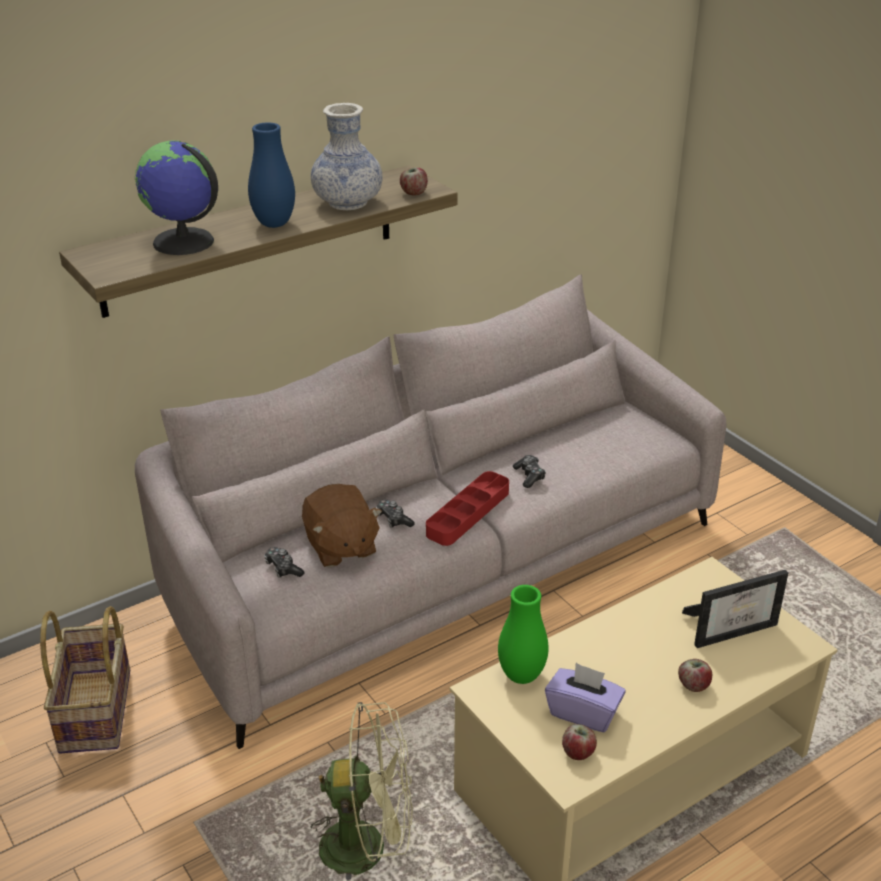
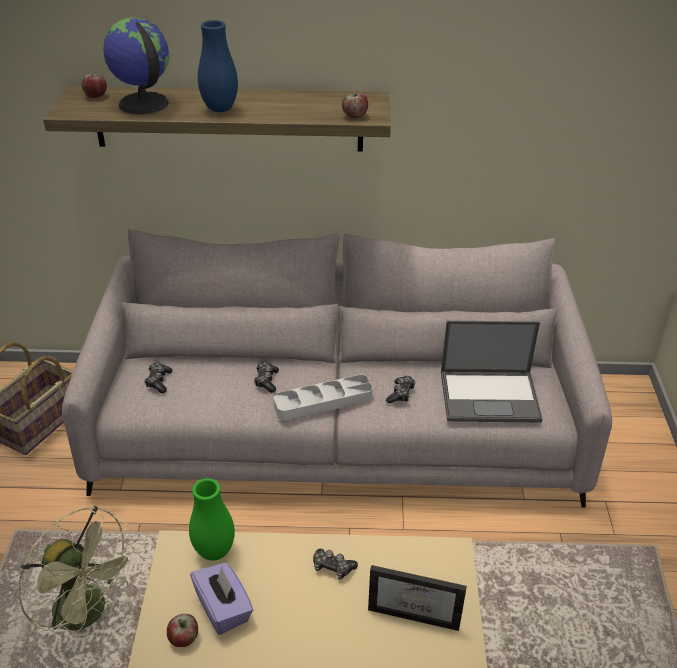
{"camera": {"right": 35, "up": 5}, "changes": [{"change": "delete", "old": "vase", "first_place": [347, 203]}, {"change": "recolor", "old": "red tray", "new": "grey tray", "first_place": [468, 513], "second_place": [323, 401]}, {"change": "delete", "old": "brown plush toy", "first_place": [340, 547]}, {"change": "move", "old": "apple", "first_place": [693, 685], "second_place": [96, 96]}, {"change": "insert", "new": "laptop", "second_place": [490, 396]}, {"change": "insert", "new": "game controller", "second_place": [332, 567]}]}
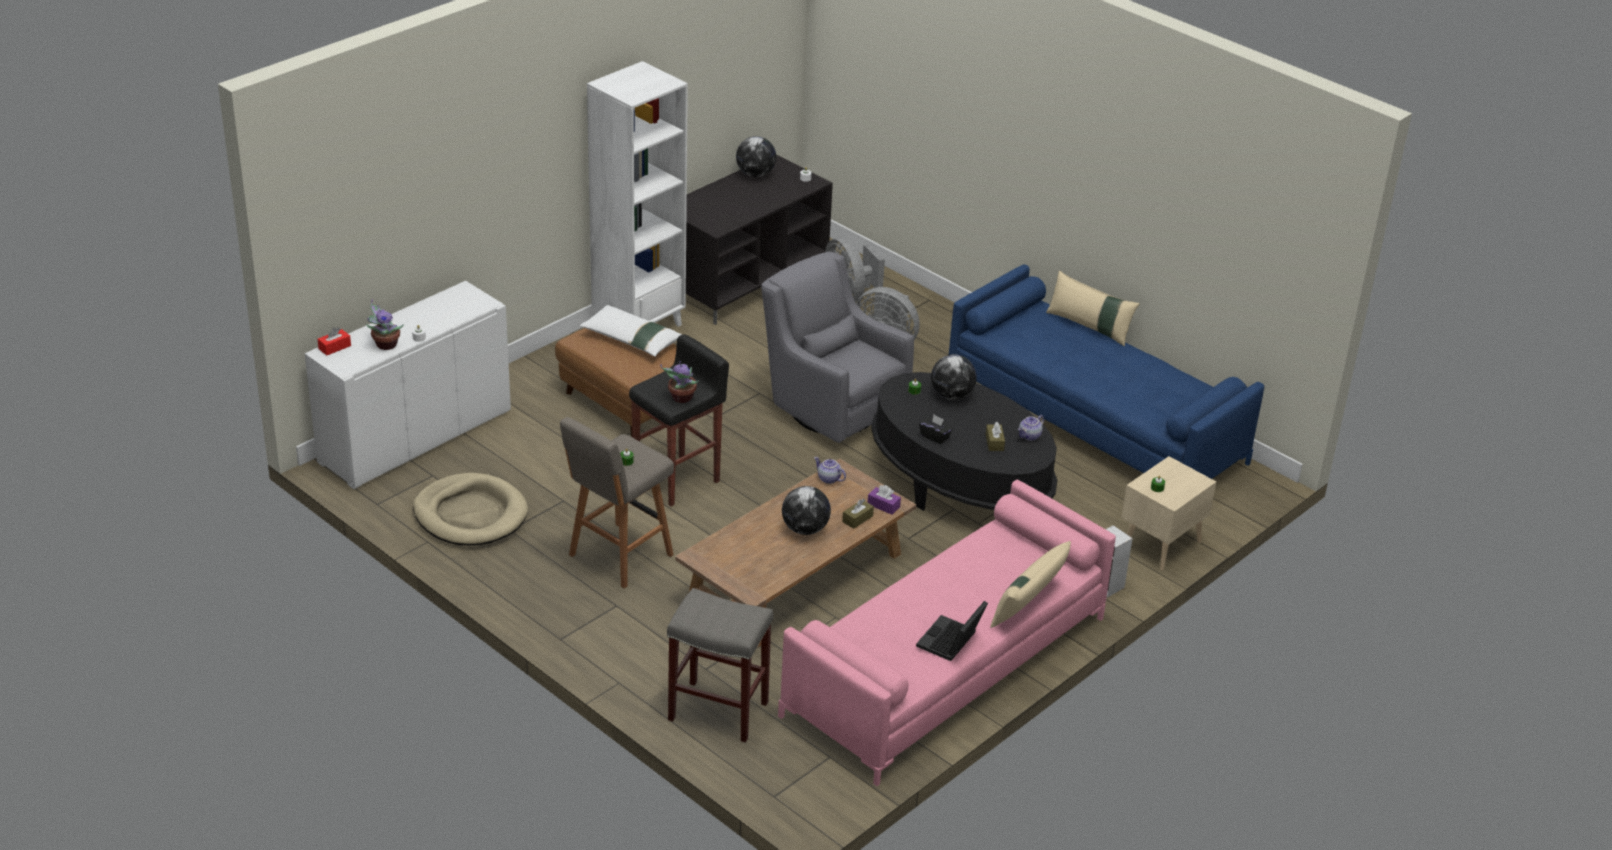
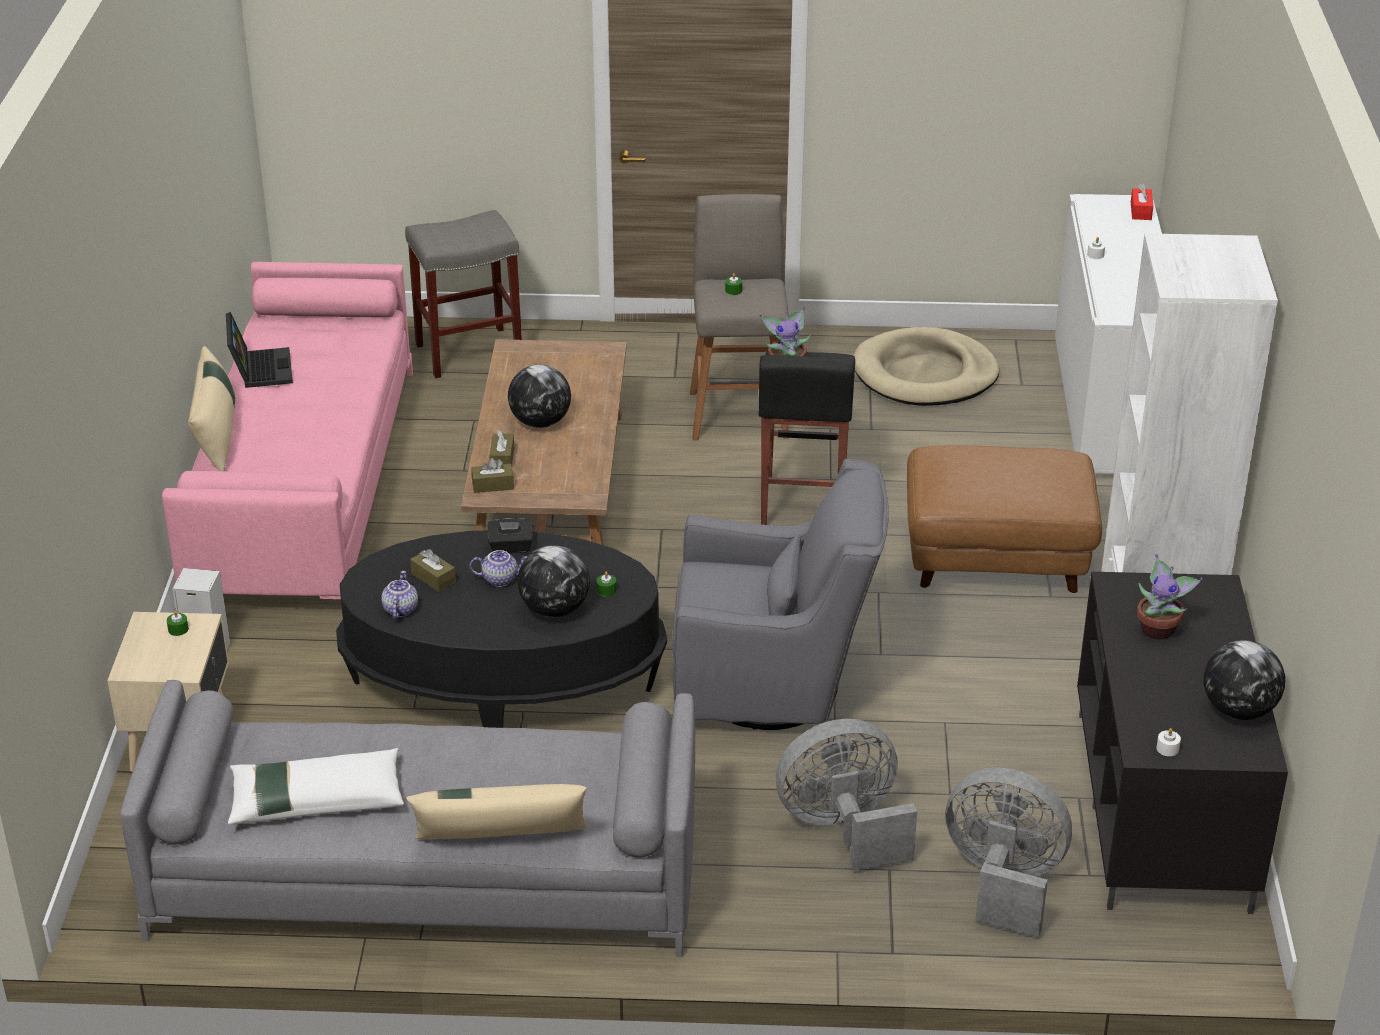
{"camera": {"right": 140, "up": 0}, "changes": [{"change": "recolor", "old": "blue sofa", "new": "grey sofa", "first_place": [1094, 421], "second_place": [425, 876]}, {"change": "move", "old": "potted plant", "first_place": [385, 345], "second_place": [1159, 629]}, {"change": "move", "old": "white pillow", "first_place": [631, 339], "second_place": [316, 799]}, {"change": "move", "old": "teapot", "first_place": [828, 479], "second_place": [500, 579]}, {"change": "recolor", "old": "purple tissue box", "new": "brown tissue box", "first_place": [883, 505], "second_place": [493, 485]}]}
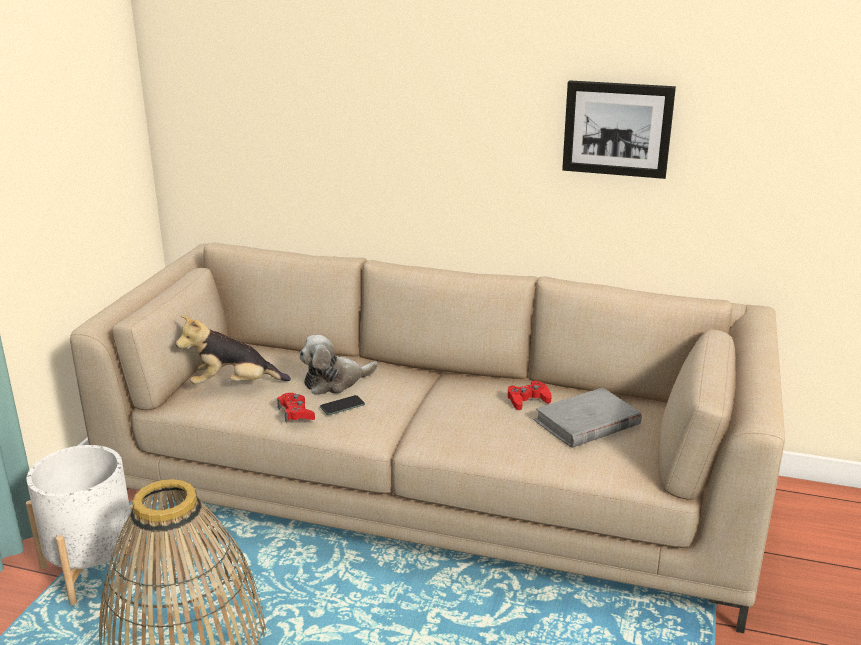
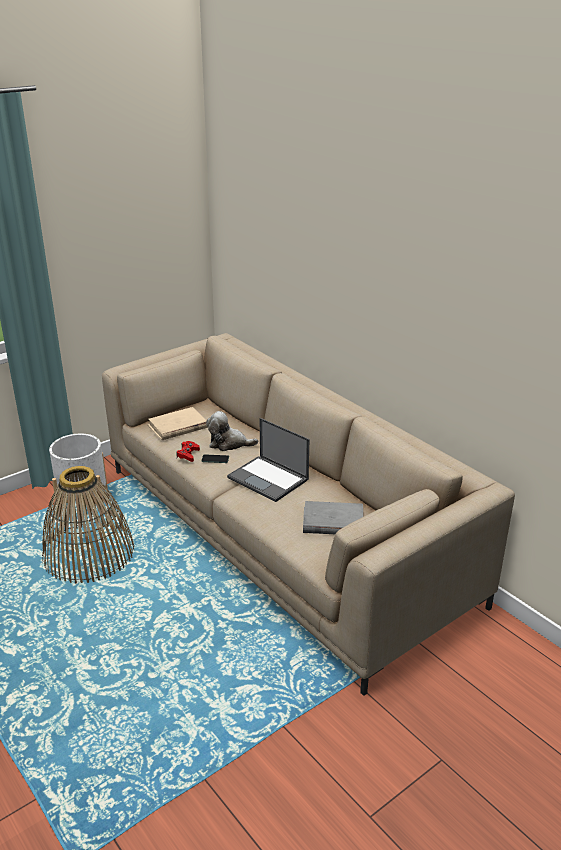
{"camera": {"right": 35, "up": 5}, "changes": [{"change": "delete", "old": "picture", "first_place": [617, 128]}, {"change": "replace", "old": "plush toy", "new": "beige book", "first_place": [233, 385], "second_place": [177, 427]}, {"change": "delete", "old": "red game controller", "first_place": [527, 400]}, {"change": "insert", "new": "laptop", "second_place": [269, 479]}]}
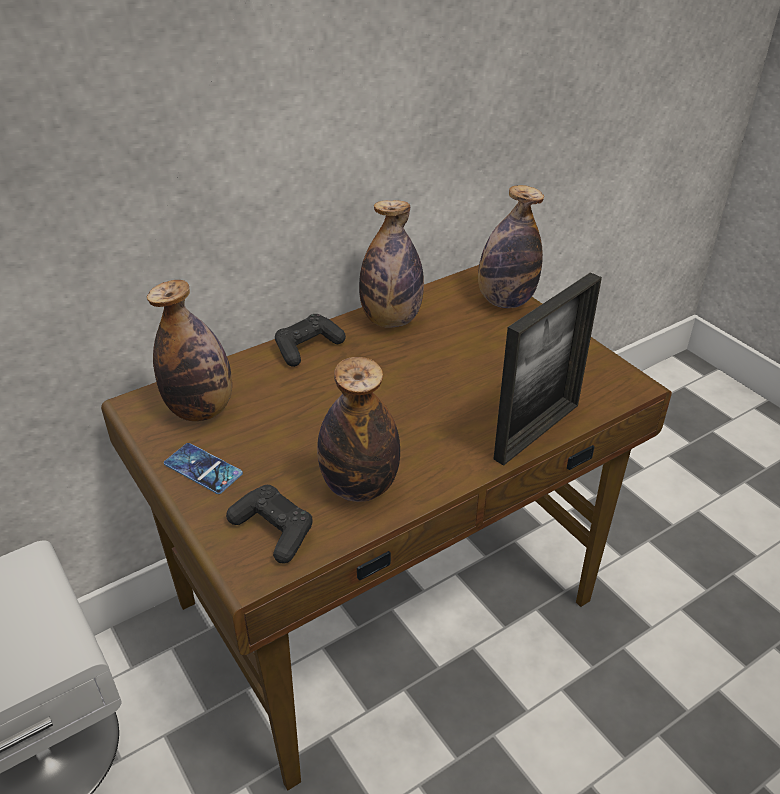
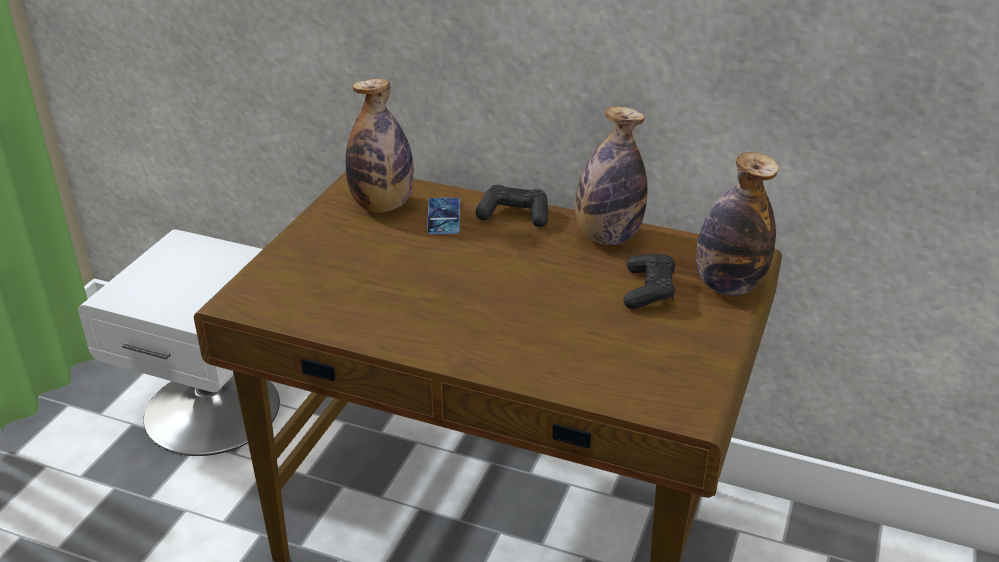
{"camera": {"right": 55, "up": -5}, "changes": [{"change": "delete", "old": "picture frame", "first_place": [537, 431]}, {"change": "delete", "old": "bottle", "first_place": [360, 486]}, {"change": "move", "old": "phone", "first_place": [203, 469], "second_place": [443, 216]}, {"change": "move", "old": "black game controller", "first_place": [273, 530], "second_place": [648, 290]}]}
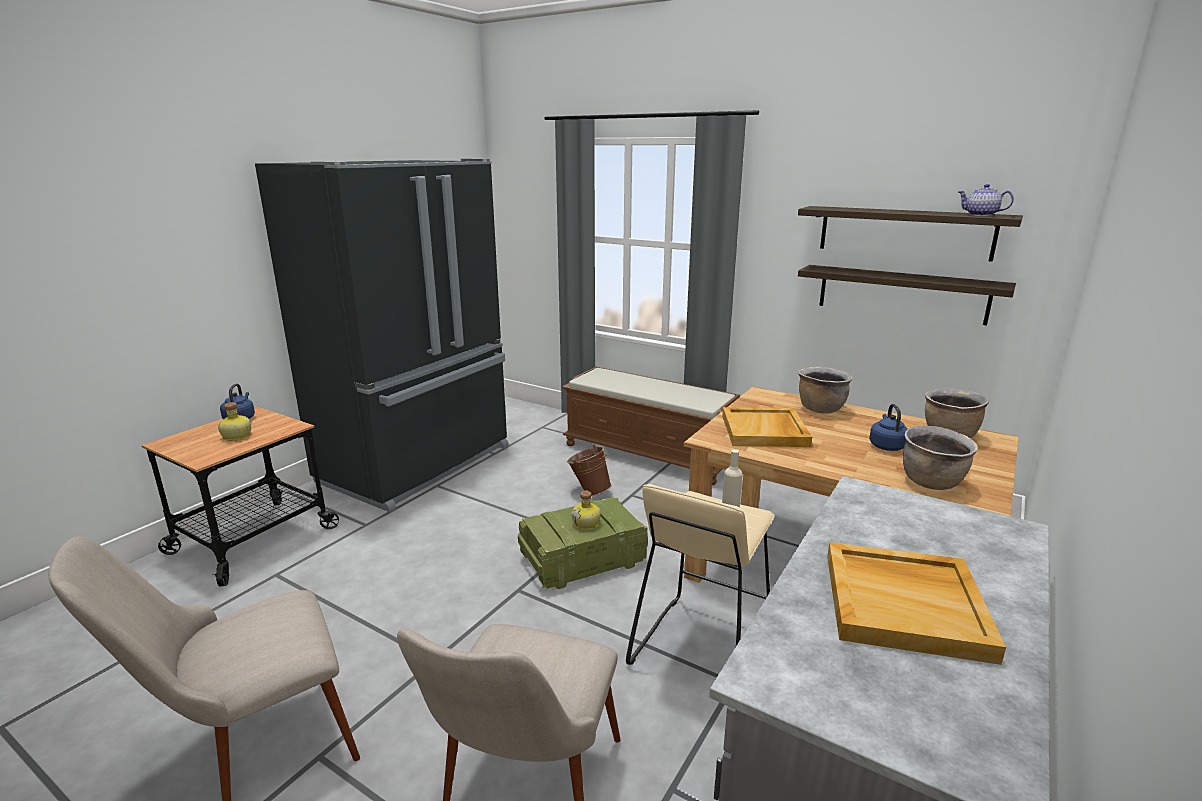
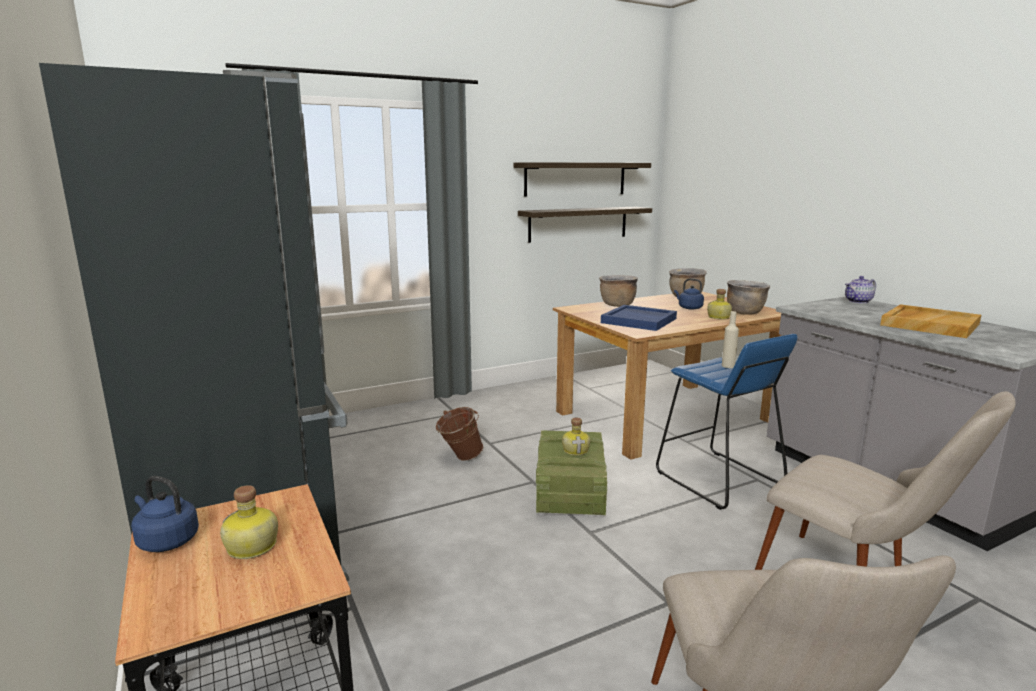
{"camera": {"right": -60, "up": -5}, "changes": [{"change": "move", "old": "teapot", "first_place": [980, 215], "second_place": [858, 301]}, {"change": "delete", "old": "brown bench", "first_place": [649, 454]}, {"change": "recolor", "old": "beige tray", "new": "blue tray", "first_place": [765, 431], "second_place": [639, 320]}, {"change": "recolor", "old": "beige stool", "new": "blue stool", "first_place": [700, 649], "second_place": [718, 479]}, {"change": "insert", "new": "bottle", "second_place": [718, 317]}]}
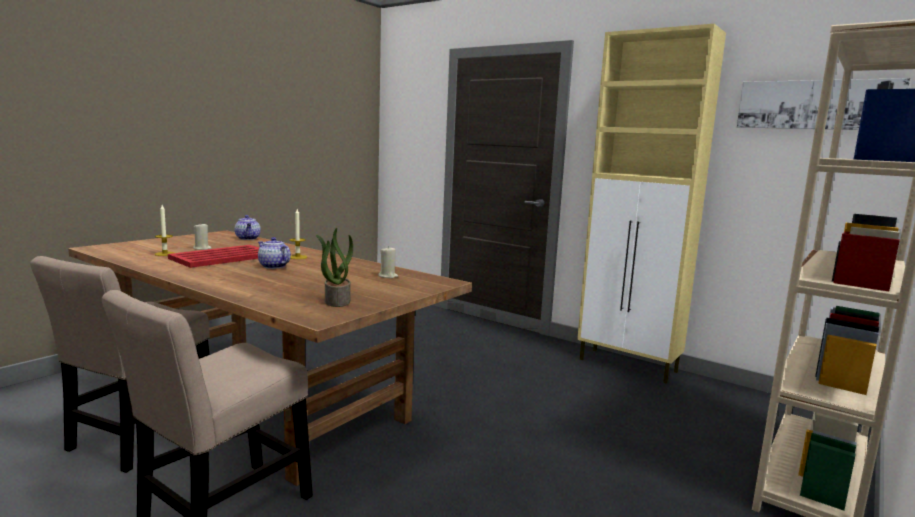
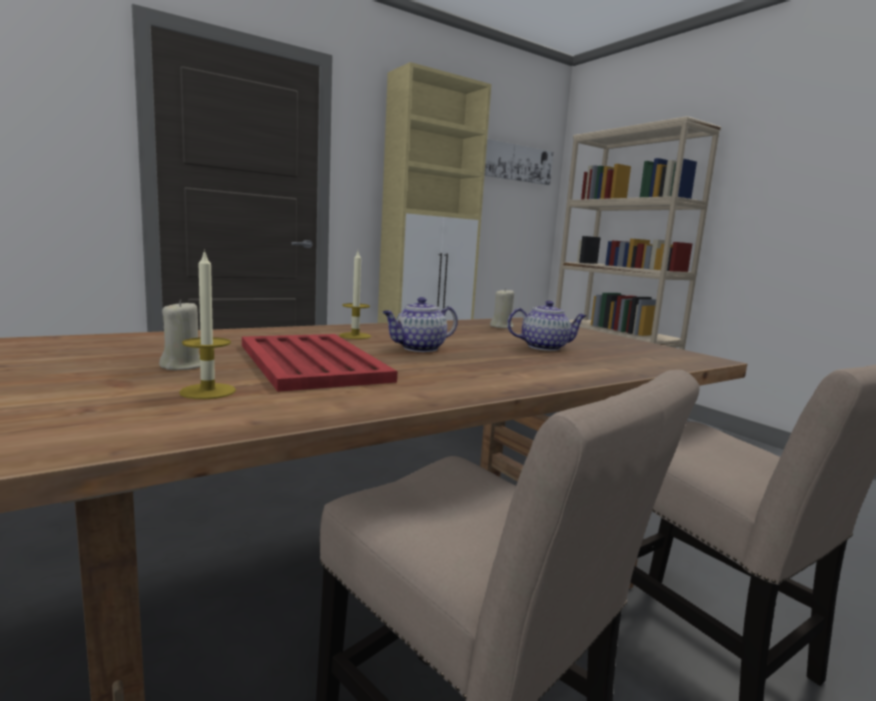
{"camera": {"right": -70, "up": 0}, "changes": [{"change": "move", "old": "teapot", "first_place": [248, 238], "second_place": [545, 347]}, {"change": "delete", "old": "potted plant", "first_place": [336, 301]}]}
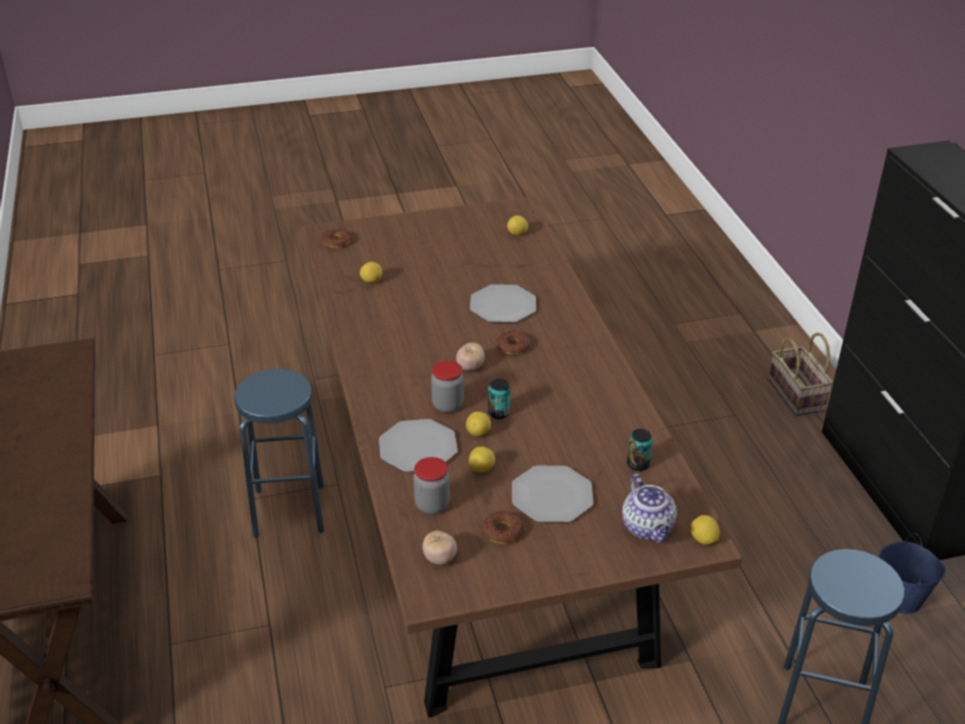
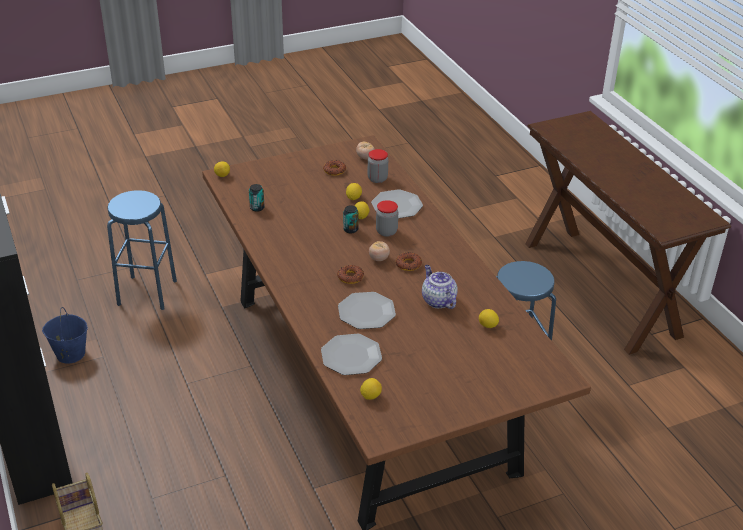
{"camera": {"right": 170, "up": 0}, "changes": [{"change": "move", "old": "donut", "first_place": [337, 242], "second_place": [408, 264]}, {"change": "move", "old": "plate", "first_place": [552, 496], "second_place": [351, 356]}, {"change": "move", "old": "teapot", "first_place": [648, 528], "second_place": [438, 300]}]}
